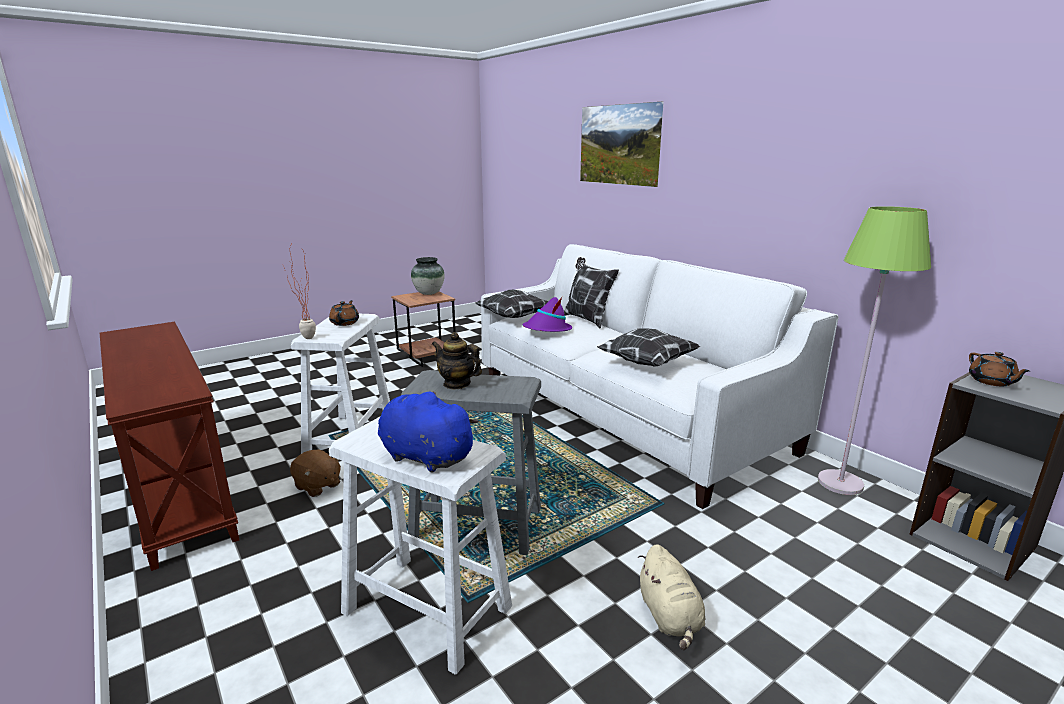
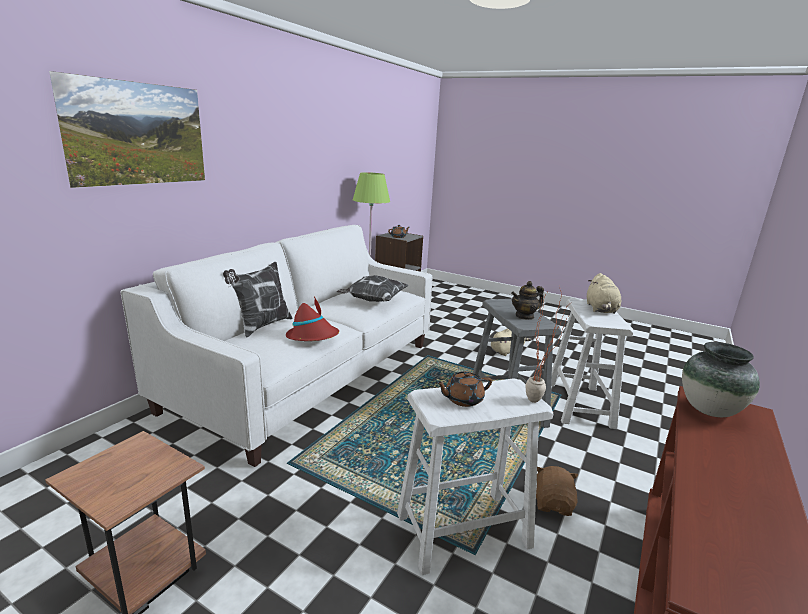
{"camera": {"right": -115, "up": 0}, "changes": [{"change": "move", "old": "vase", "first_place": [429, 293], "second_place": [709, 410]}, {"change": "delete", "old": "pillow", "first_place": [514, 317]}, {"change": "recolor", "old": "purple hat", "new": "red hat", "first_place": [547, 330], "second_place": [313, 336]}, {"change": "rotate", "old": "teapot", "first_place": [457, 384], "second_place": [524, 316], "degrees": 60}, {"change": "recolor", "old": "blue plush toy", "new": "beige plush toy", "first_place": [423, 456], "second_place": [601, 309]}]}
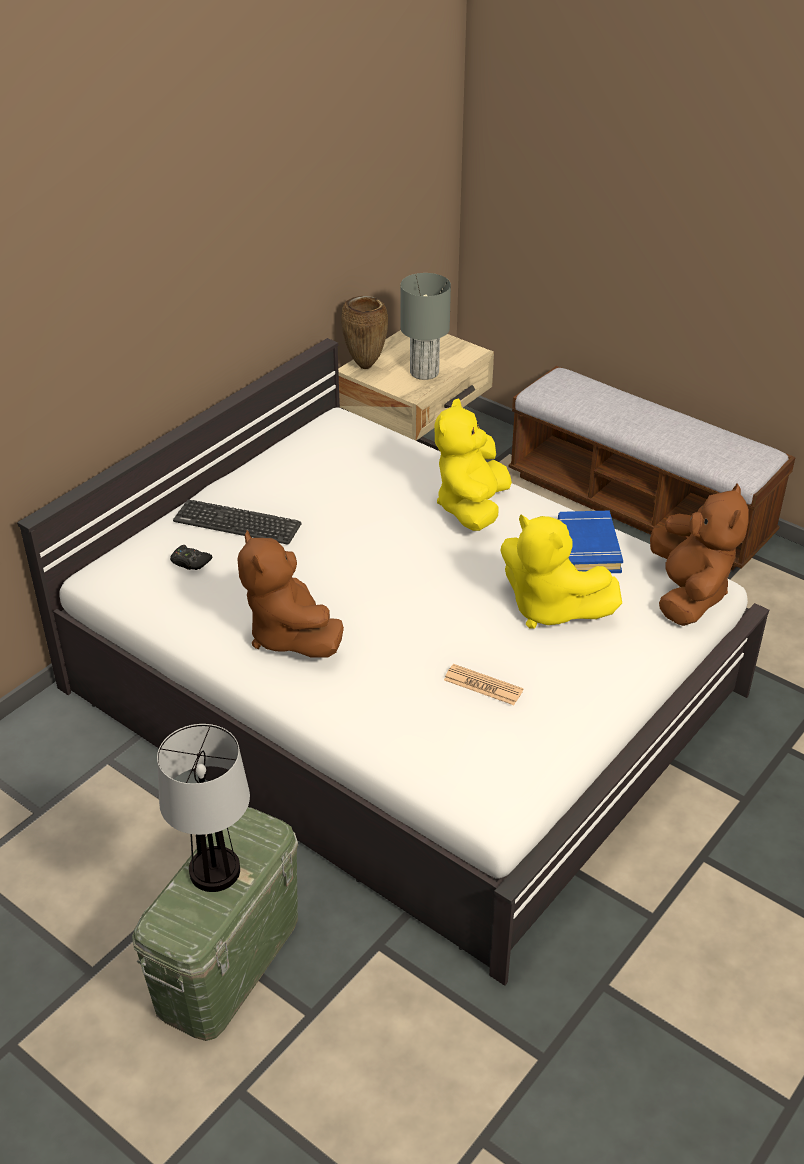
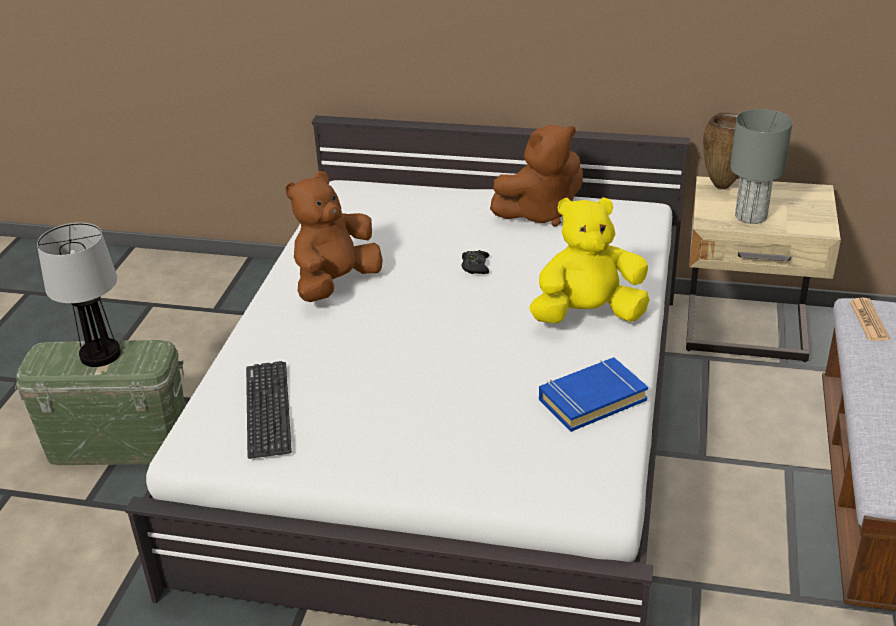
{"camera": {"right": 65, "up": -5}, "changes": [{"change": "move", "old": "brown plush toy", "first_place": [688, 594], "second_place": [540, 213]}, {"change": "move", "old": "keyboard", "first_place": [237, 523], "second_place": [268, 409]}, {"change": "delete", "old": "yellow plush toy", "first_place": [549, 609]}, {"change": "move", "old": "black game controller", "first_place": [190, 562], "second_place": [475, 266]}, {"change": "move", "old": "newspaper", "first_place": [483, 685], "second_place": [868, 320]}]}
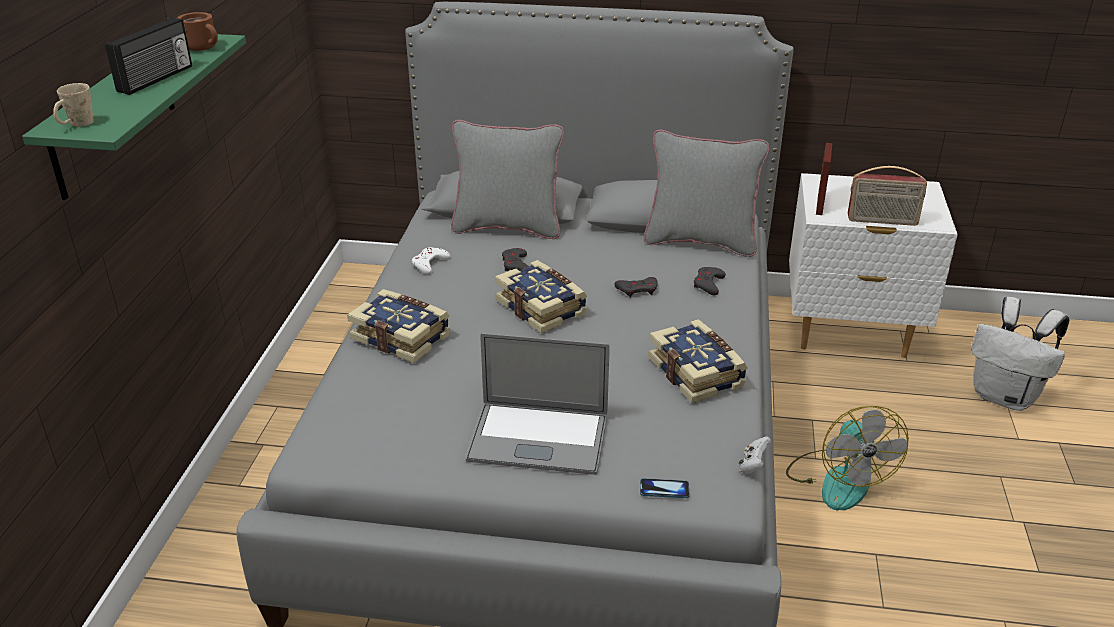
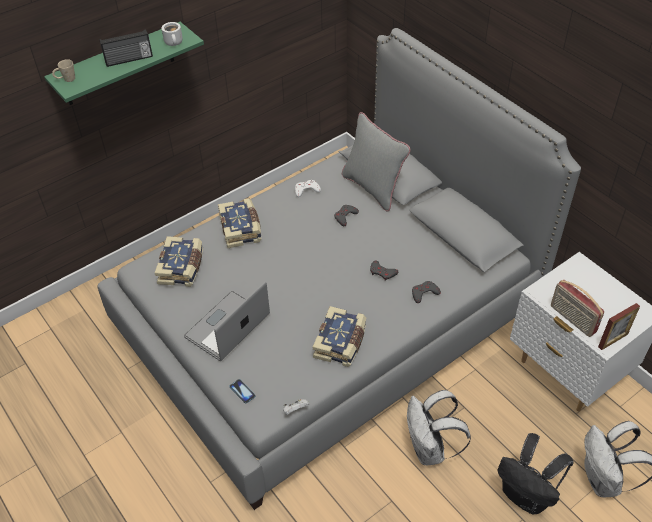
{"camera": {"right": 45, "up": 15}, "changes": [{"change": "recolor", "old": "brown mug", "new": "white mug", "first_place": [203, 47], "second_place": [174, 43]}, {"change": "delete", "old": "grey pillow", "first_place": [700, 241]}, {"change": "move", "old": "picture frame", "first_place": [820, 204], "second_place": [613, 340]}, {"change": "move", "old": "book", "first_place": [542, 308], "second_place": [182, 268]}, {"change": "rotate", "old": "laptop", "first_place": [538, 438], "second_place": [227, 326], "degrees": 75}, {"change": "replace", "old": "fan", "new": "white backpack", "first_place": [838, 479], "second_place": [430, 449]}, {"change": "insert", "new": "black backpack", "second_place": [526, 496]}]}
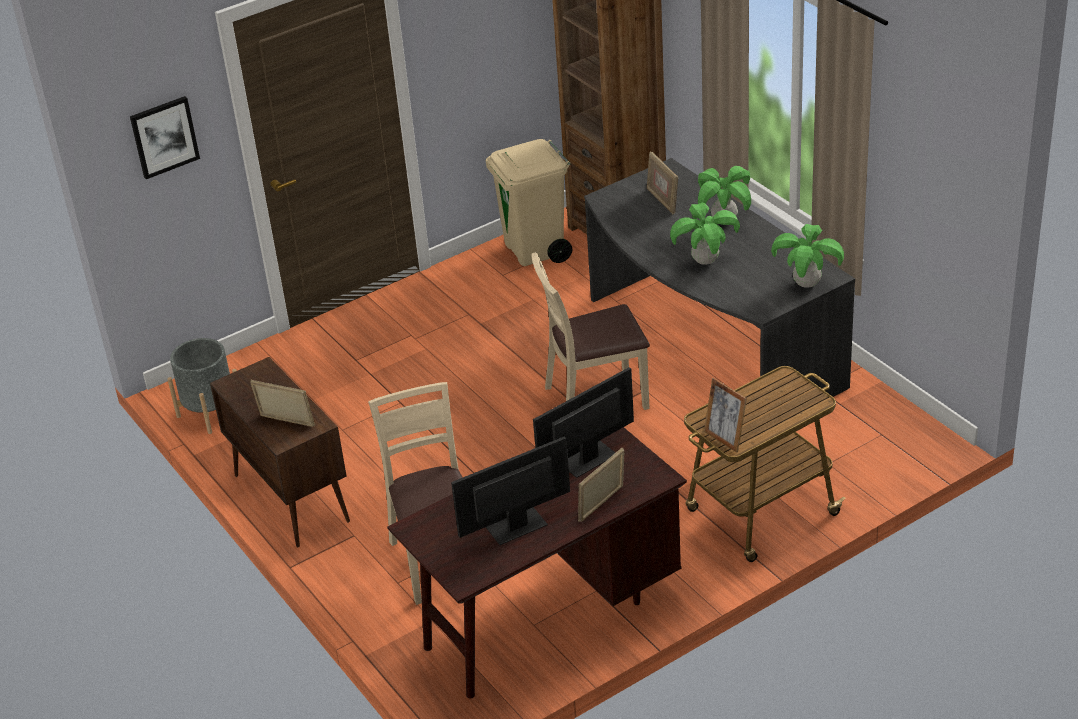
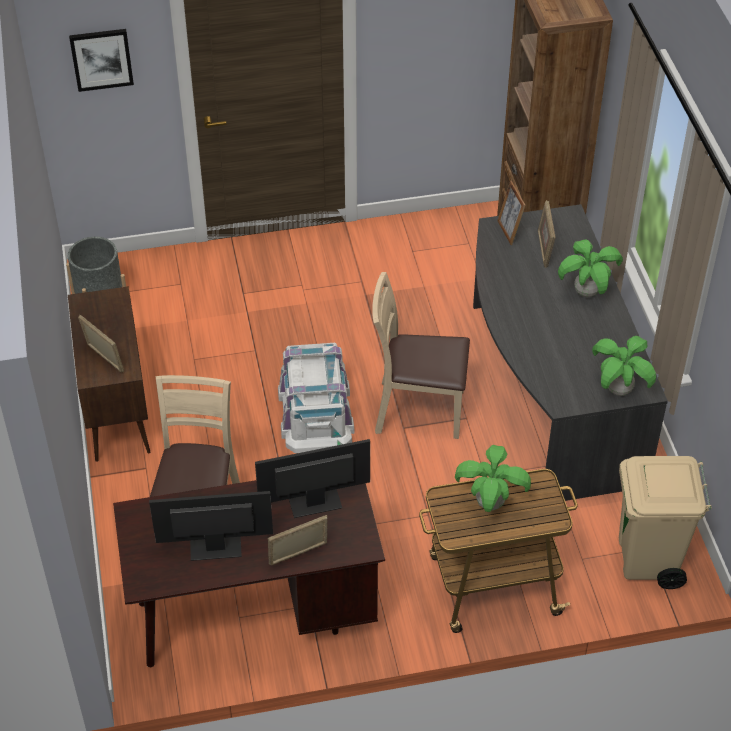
{"camera": {"right": 20, "up": 10}, "changes": [{"change": "move", "old": "beige trash can", "first_place": [535, 251], "second_place": [648, 560]}, {"change": "move", "old": "potted plant", "first_place": [704, 261], "second_place": [489, 503]}, {"change": "move", "old": "picture frame", "first_place": [725, 438], "second_place": [509, 231]}, {"change": "insert", "new": "white storage box", "second_place": [316, 412]}]}
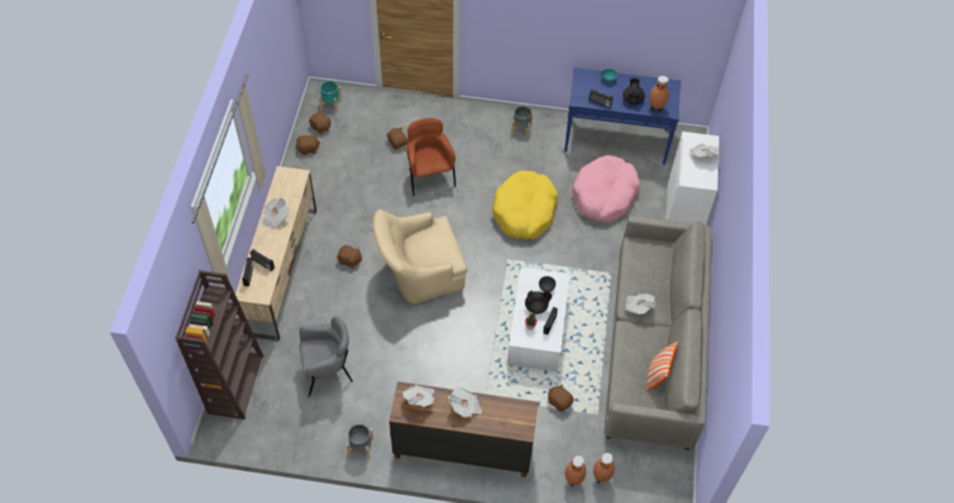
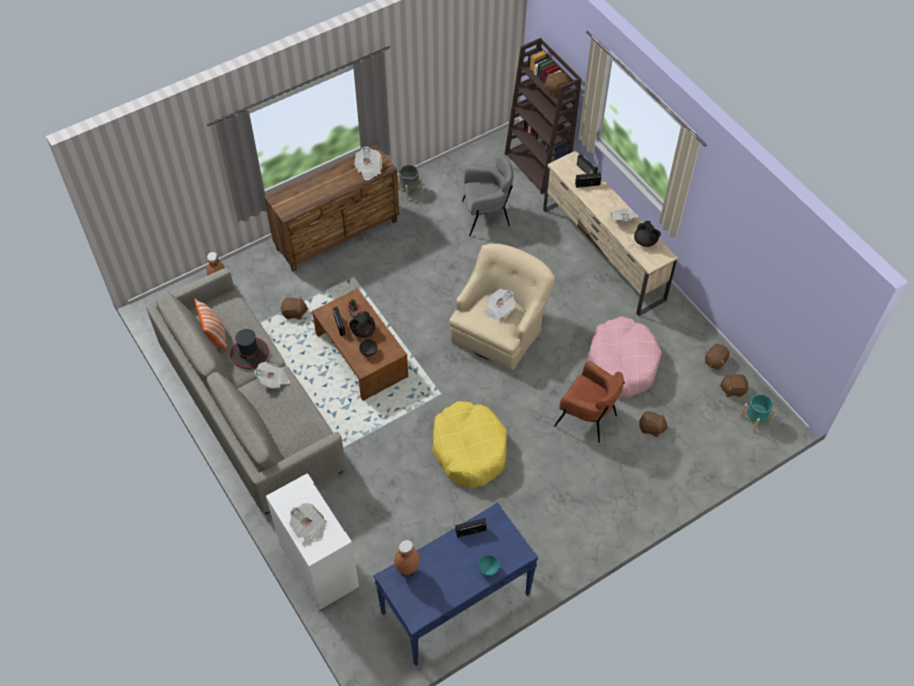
{"camera": {"right": 140, "up": 0}, "changes": [{"change": "move", "old": "black teapot", "first_place": [632, 99], "second_place": [645, 241]}, {"change": "delete", "old": "grey planter", "first_place": [521, 129]}, {"change": "move", "old": "pink dog bed", "first_place": [604, 195], "second_place": [622, 363]}, {"change": "move", "old": "brown plush toy", "first_place": [350, 260], "second_place": [556, 89]}, {"change": "recolor", "old": "white coffee table", "new": "brown coffee table", "first_place": [538, 328], "second_place": [361, 355]}, {"change": "rotate", "old": "grey armchair", "first_place": [327, 370], "second_place": [486, 216], "degrees": -135}, {"change": "move", "old": "newspaper", "first_place": [465, 407], "second_place": [499, 310]}, {"change": "delete", "old": "brown vase", "first_place": [573, 481]}, {"change": "insert", "new": "hat", "second_place": [249, 353]}]}
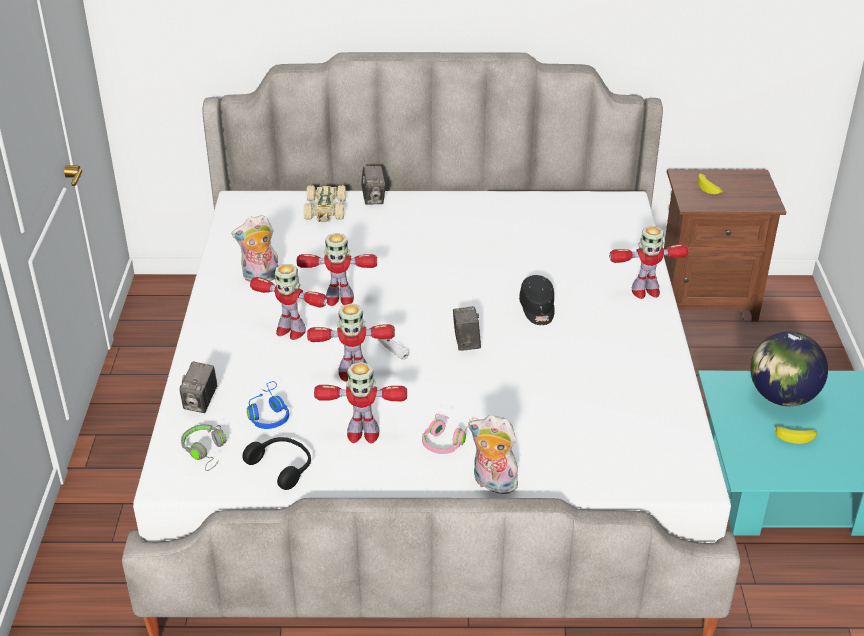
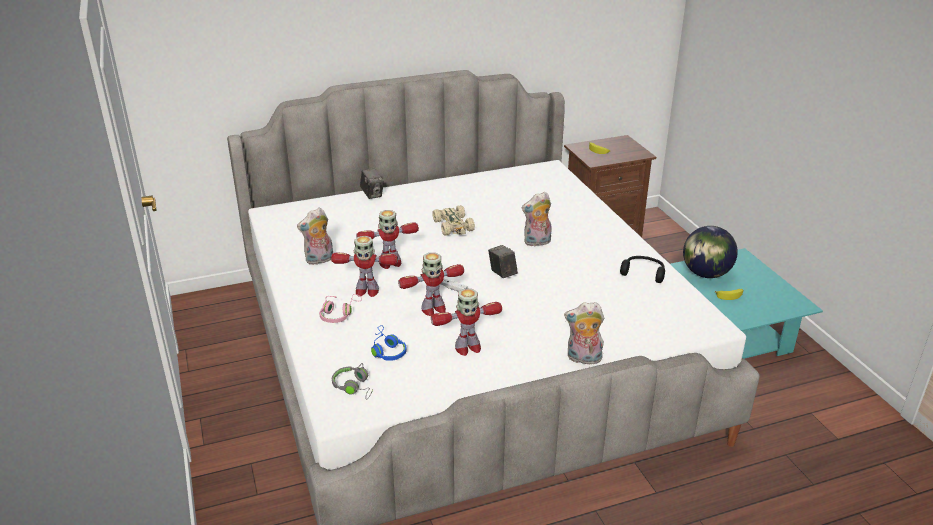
{"camera": {"right": -20, "up": -5}, "changes": [{"change": "move", "old": "beige toy car", "first_place": [325, 210], "second_place": [453, 226]}, {"change": "delete", "old": "toy robot", "first_place": [645, 291]}, {"change": "replace", "old": "black cap", "new": "plush toy", "first_place": [537, 309], "second_place": [537, 242]}, {"change": "delete", "old": "photo camera", "first_place": [201, 402]}, {"change": "move", "old": "pink headphones", "first_place": [449, 440], "second_place": [339, 314]}, {"change": "move", "old": "black headphones", "first_place": [282, 466], "second_place": [643, 273]}]}
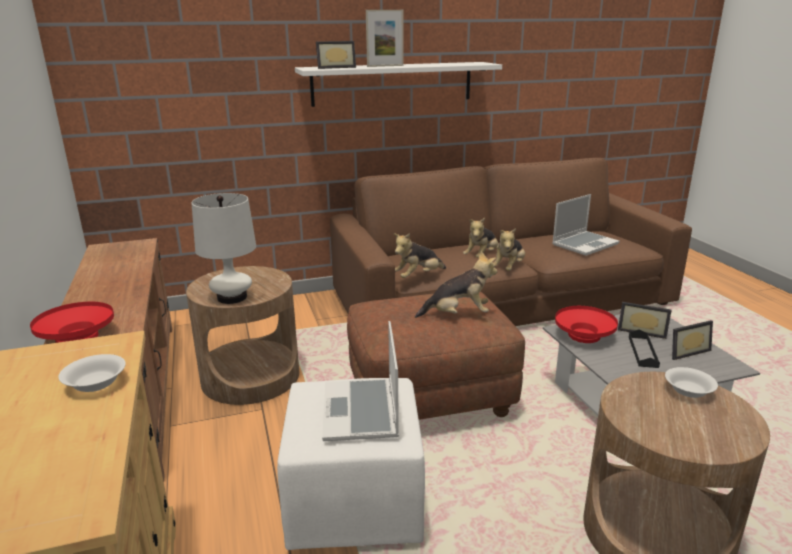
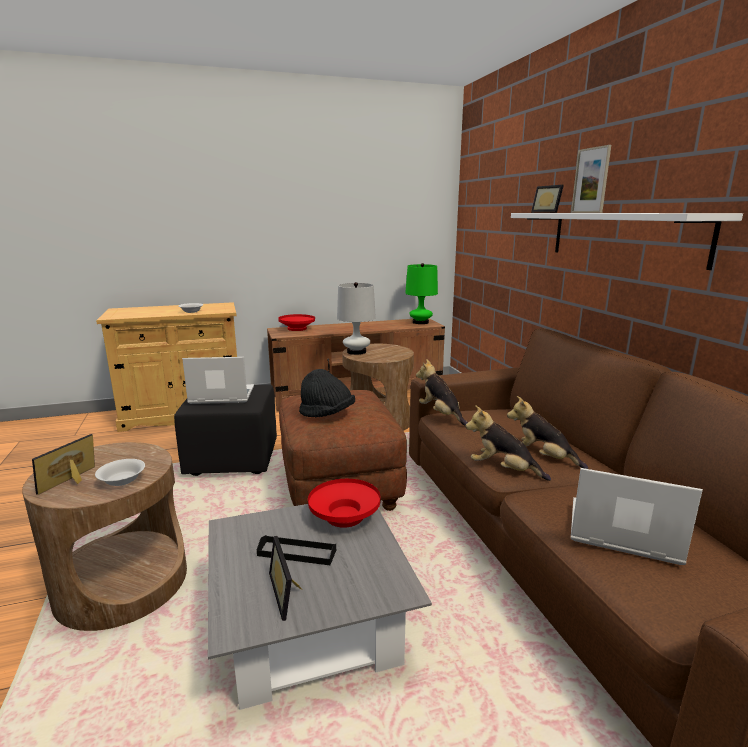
{"camera": {"right": 90, "up": -5}, "changes": [{"change": "rotate", "old": "laptop", "first_place": [584, 244], "second_place": [621, 533], "degrees": 150}, {"change": "replace", "old": "plush toy", "new": "black hat", "first_place": [458, 315], "second_place": [327, 415]}, {"change": "move", "old": "picture frame", "first_place": [642, 331], "second_place": [73, 482]}, {"change": "recolor", "old": "white ottoman", "new": "black ottoman", "first_place": [356, 504], "second_place": [231, 459]}, {"change": "insert", "new": "green table lamp", "second_place": [420, 322]}]}
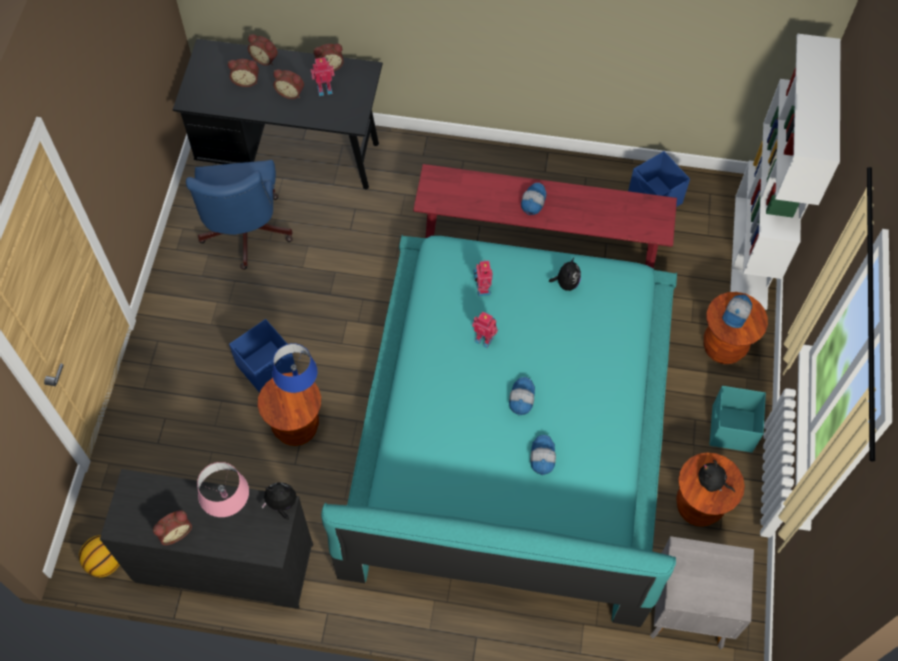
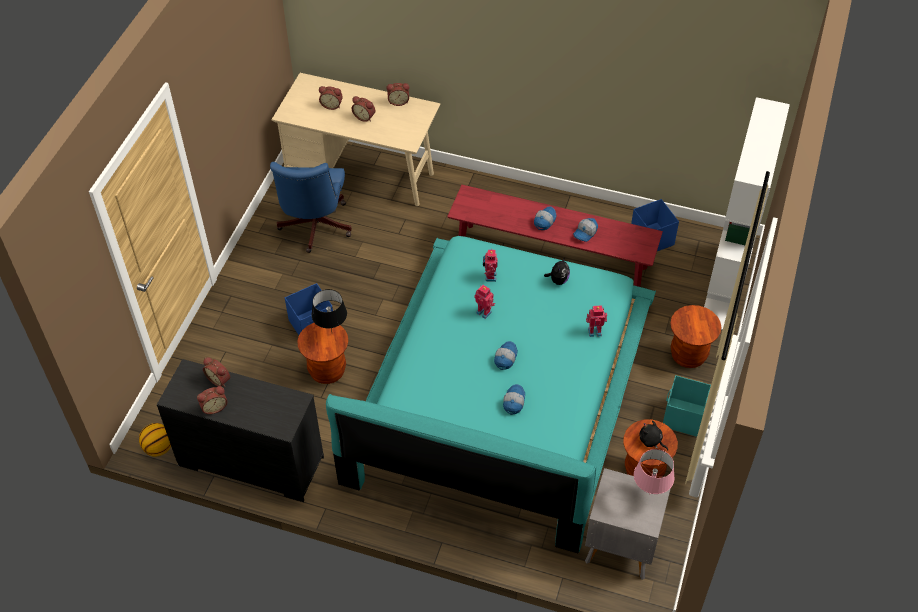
{"camera": {"right": 10, "up": -10}, "changes": [{"change": "move", "old": "alarm clock", "first_place": [265, 58], "second_place": [219, 379]}, {"change": "recolor", "old": "black desk", "new": "beige desk", "first_place": [291, 154], "second_place": [362, 174]}, {"change": "move", "old": "toy robot", "first_place": [324, 89], "second_place": [594, 331]}, {"change": "move", "old": "cap", "first_place": [736, 314], "second_place": [585, 233]}, {"change": "recolor", "old": "blue table lamp", "new": "black table lamp", "first_place": [299, 389], "second_place": [332, 333]}, {"change": "move", "old": "pink table lamp", "first_place": [230, 508], "second_place": [649, 494]}, {"change": "delete", "old": "plush toy", "first_place": [282, 504]}]}
